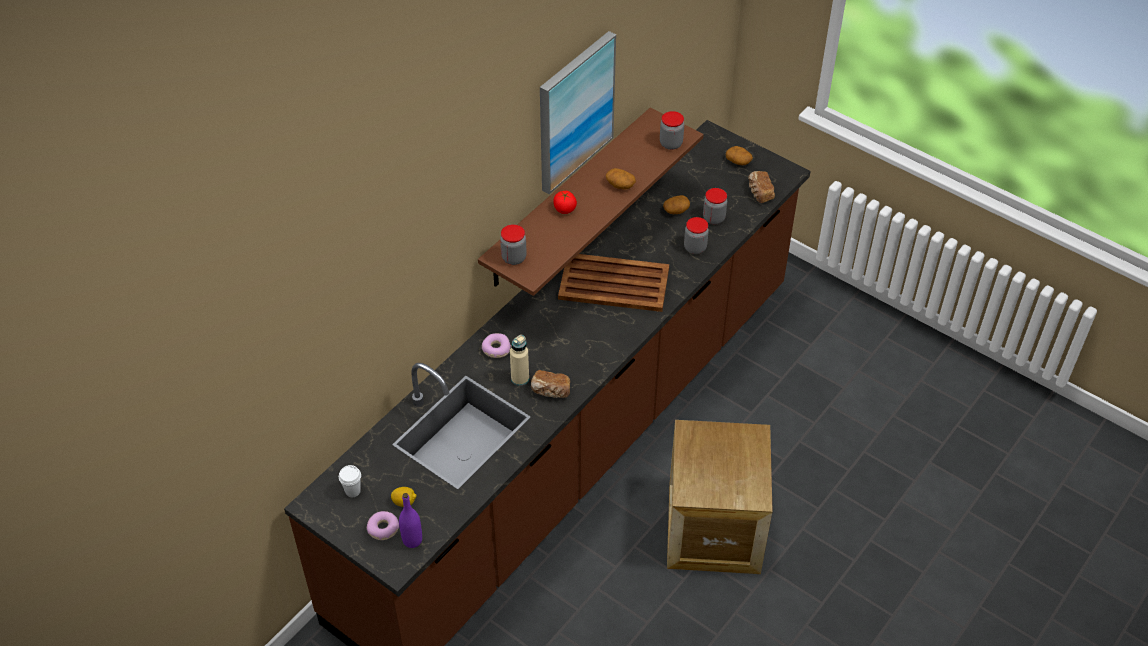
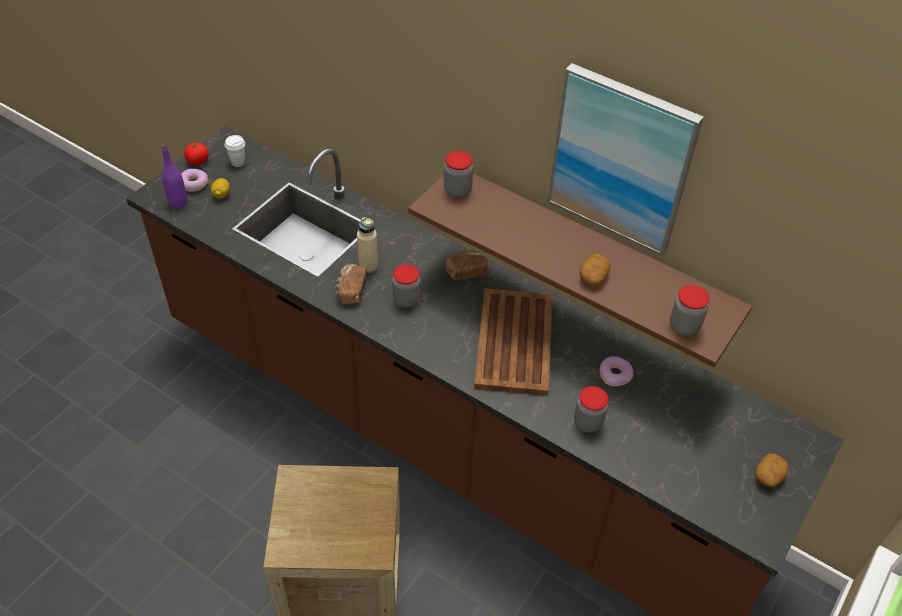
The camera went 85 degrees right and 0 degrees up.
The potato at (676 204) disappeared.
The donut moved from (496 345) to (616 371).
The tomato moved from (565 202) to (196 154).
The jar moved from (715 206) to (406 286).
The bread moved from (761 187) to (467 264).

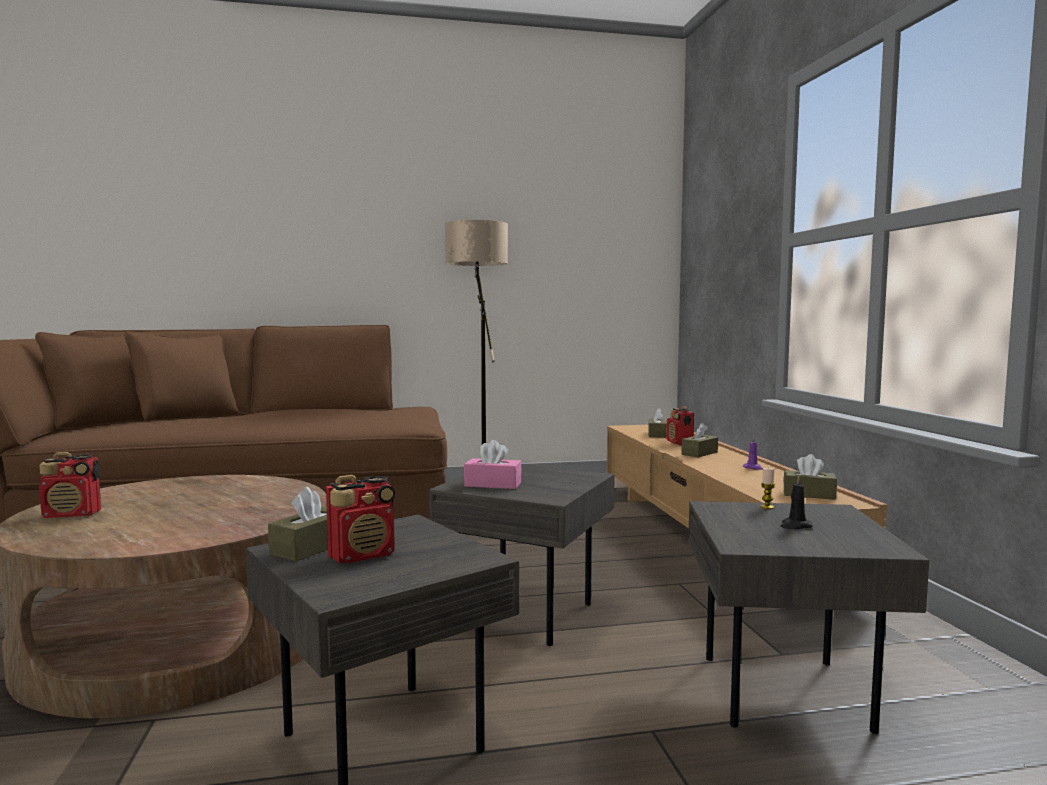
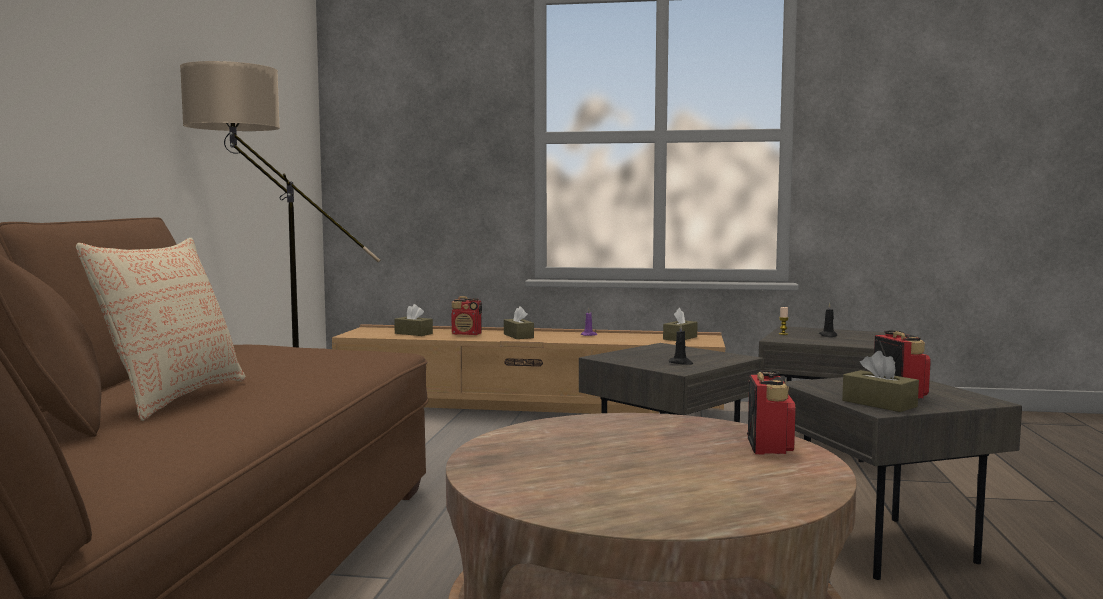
The camera went 70 degrees left and 0 degrees up.
The beige pillow at (161 329) appeared.
The radio moved from (70 485) to (771 412).
The pink tissue box at (492 464) was replaced by the black candle at (681 344).

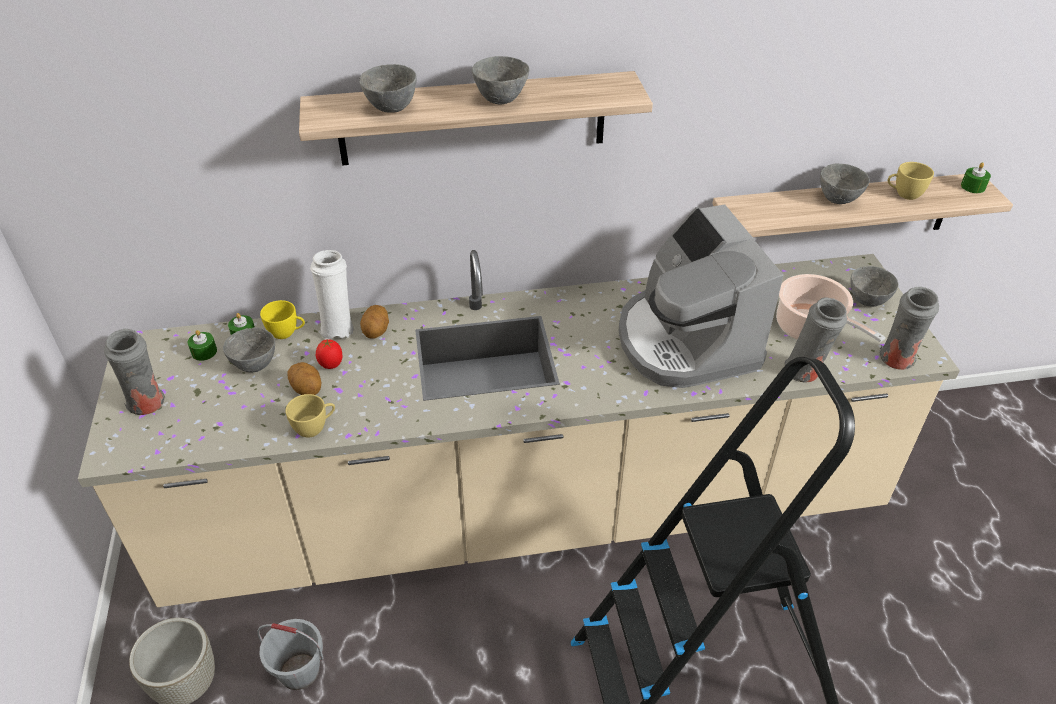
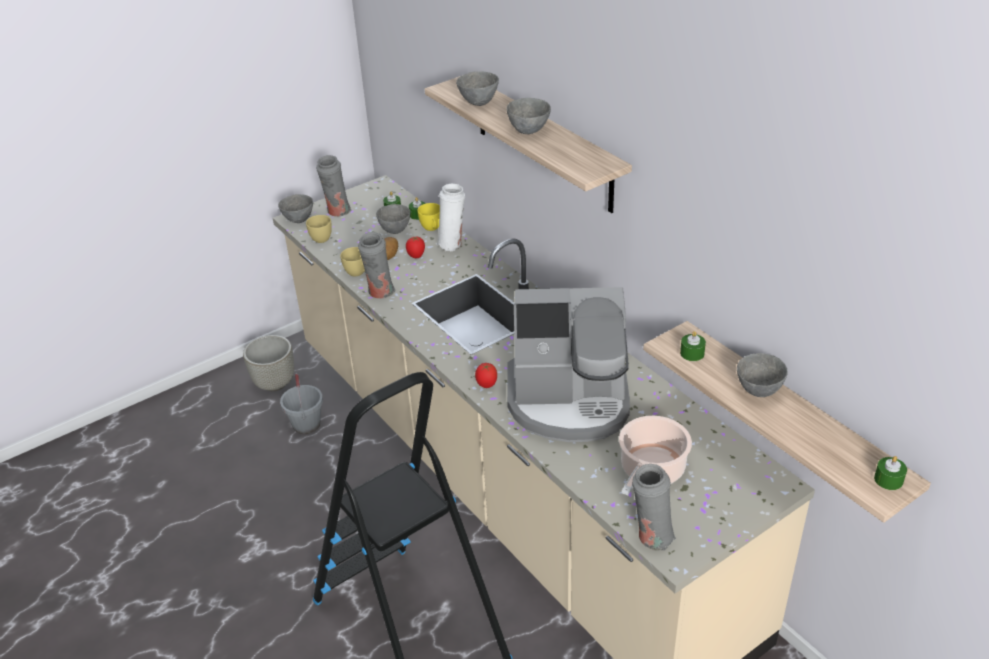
The camera went 65 degrees right and 5 degrees down.
The potato at (374 322) disappeared.
The tomato at (486 375) appeared.
The green candle at (693 346) appeared.
The grey vase moved from (815 340) to (377 265).
The grey bowl moved from (874 286) to (295 208).
The yellow cup moved from (910 181) to (319 229).
The coffee machine at (700 296) turned 135 degrees counterclockwise.

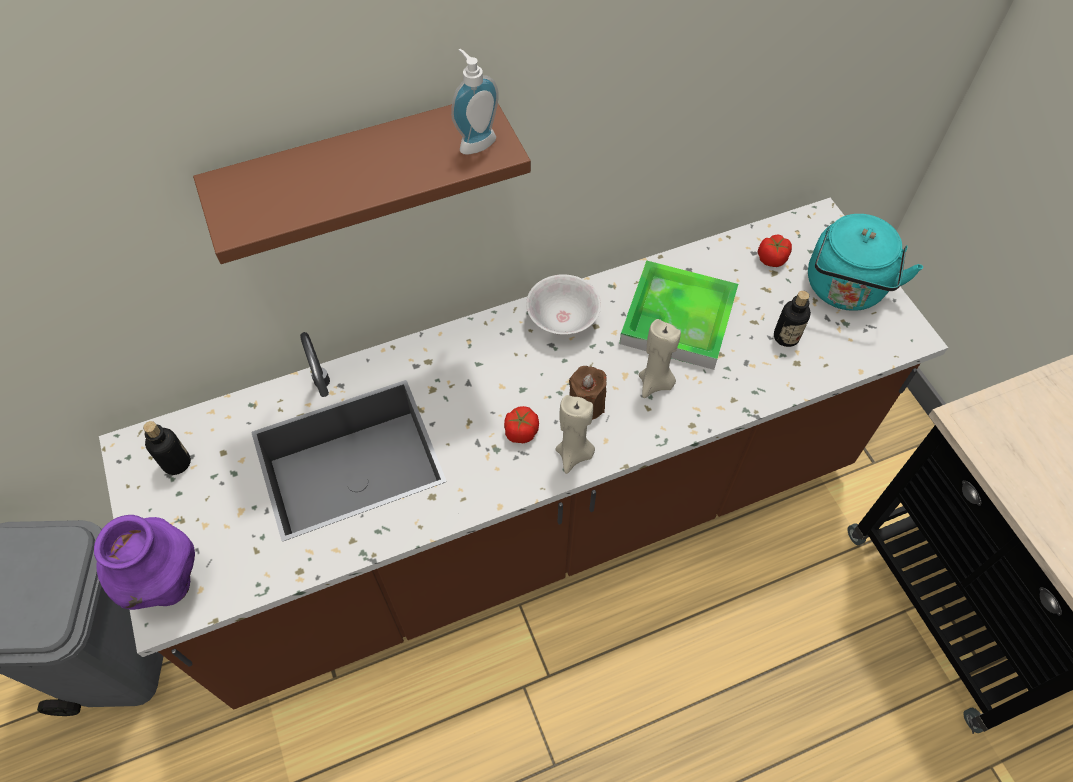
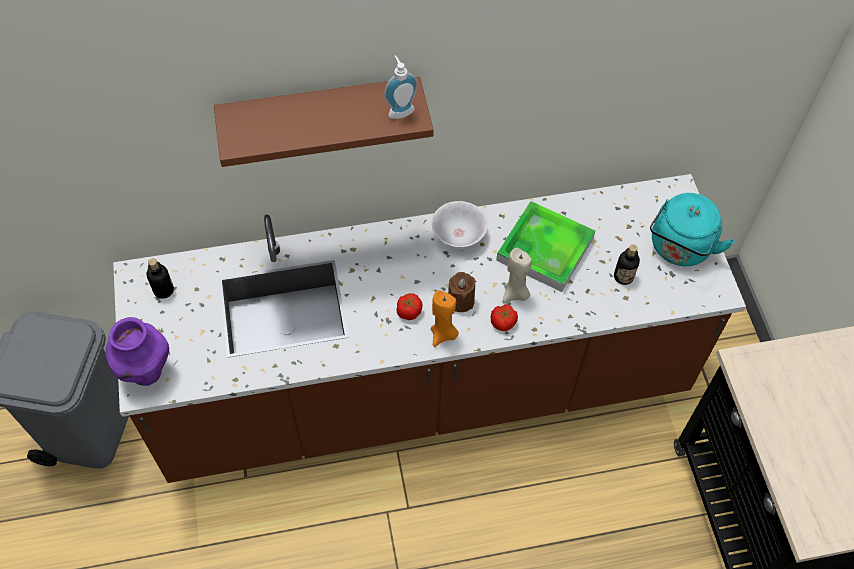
The camera went 10 degrees right and 0 degrees up.
The tomato moved from (775 250) to (504 317).
The beige candle at (575 434) became the orange candle at (444 318).

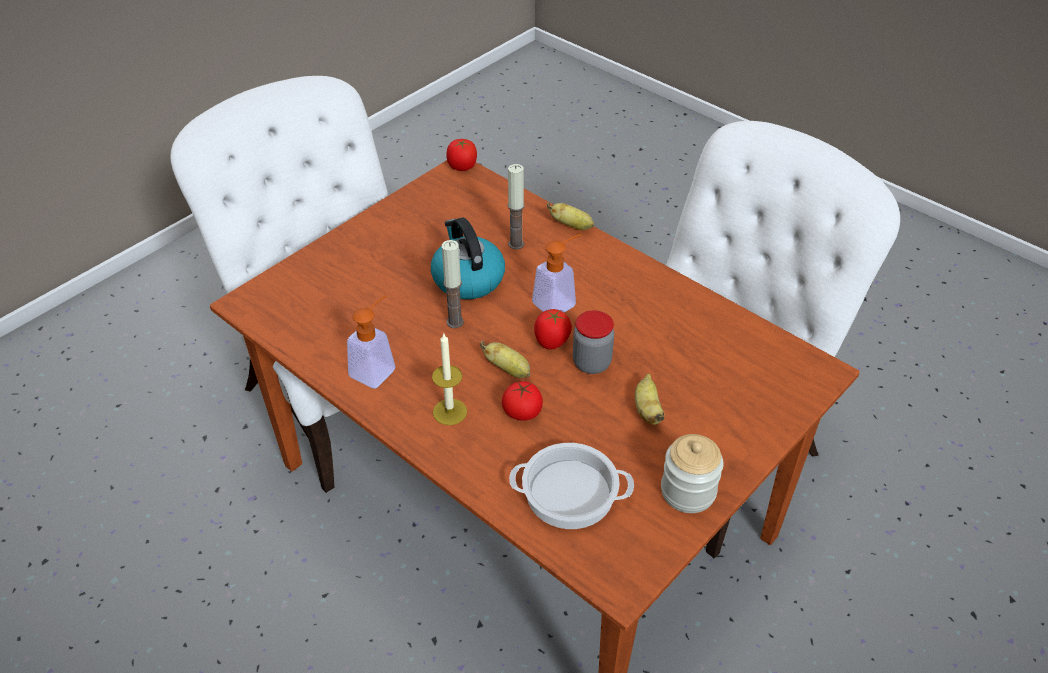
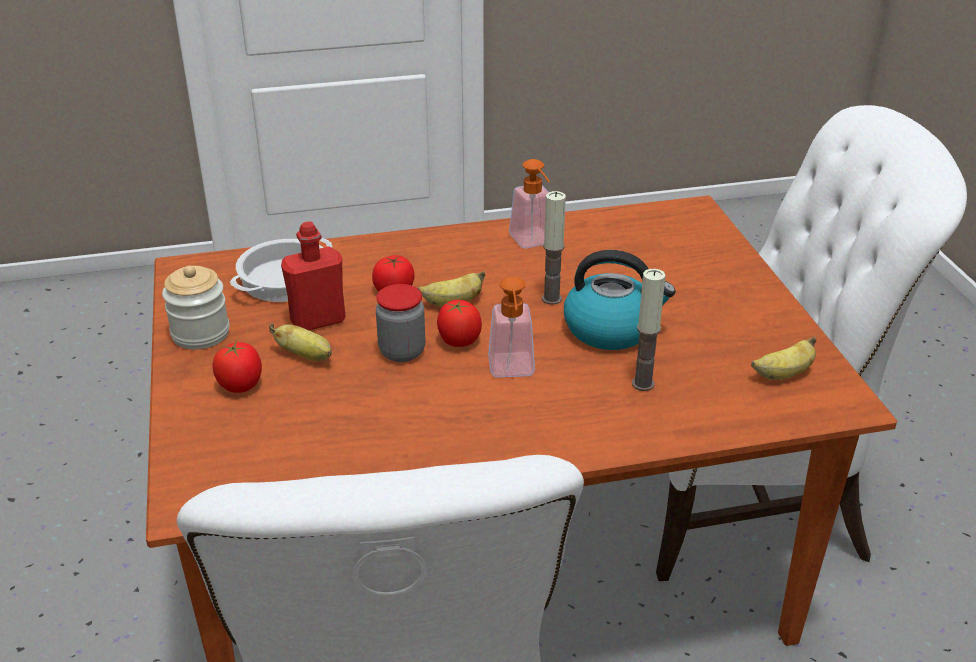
The camera went 125 degrees right and 10 degrees down.
The candle at (449 378) disappeared.
The red bottle at (313 275) appeared.
The tomato moved from (461 155) to (237 367).
The banana moved from (571 216) to (783 358).

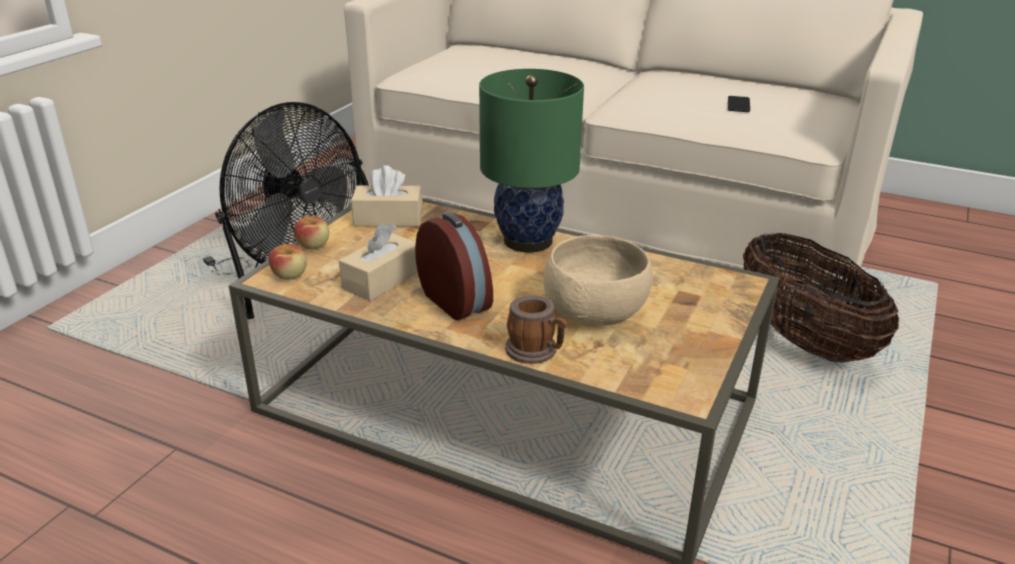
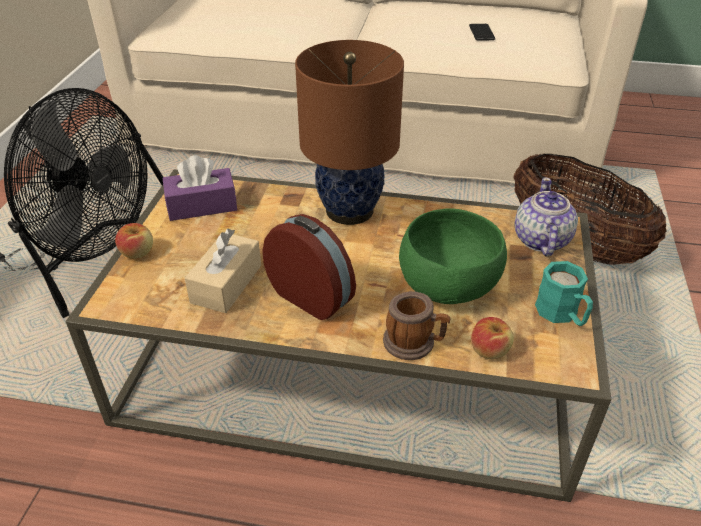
The camera went 15 degrees left and 10 degrees up.
The teapot at (546 217) appeared.
The turquoise mug at (564 293) appeared.
The apple moved from (288 262) to (492 338).
The beige tissue box at (387 196) became the purple tissue box at (200 188).
The green table lamp at (531 161) became the brown table lamp at (349 132).
The beige bowl at (598 280) became the green bowl at (453 256).

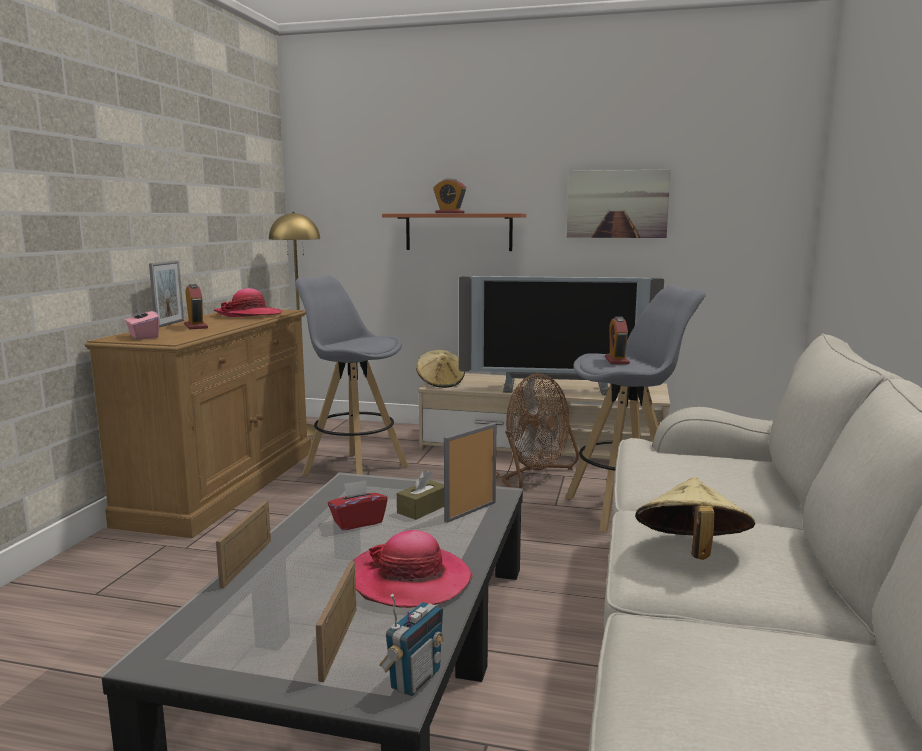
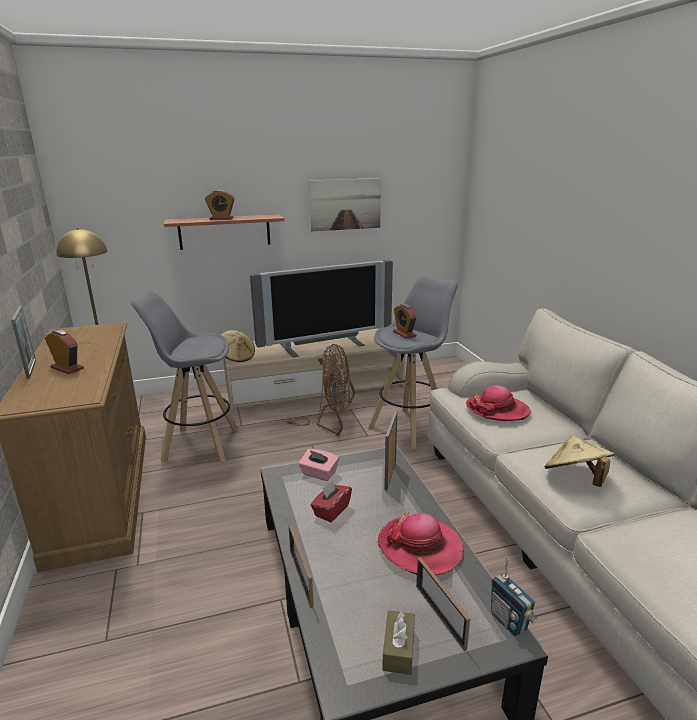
The camera went 30 degrees left and 10 degrees up.
The pink tissue box moved from (142 322) to (318 465).
The hat moved from (247 302) to (498 403).
The brown tissue box moved from (420 495) to (398 642).
The radio at (411 645) turned 150 degrees clockwise.

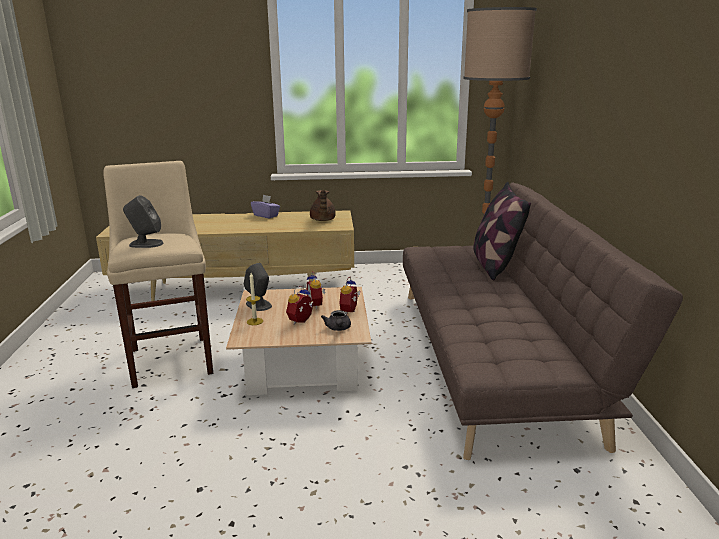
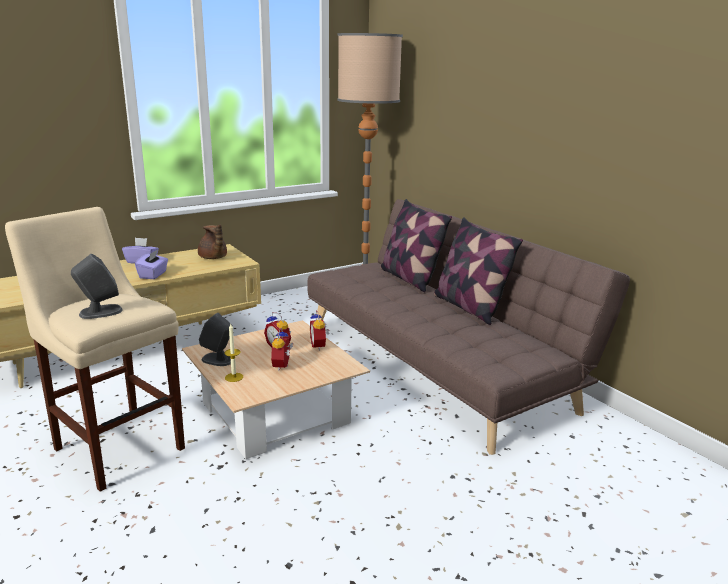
The camera went 30 degrees left and 0 degrees up.
The grey teapot at (336 320) disappeared.
The purple tissue box at (151 264) appeared.
The pillow at (478 271) appeared.

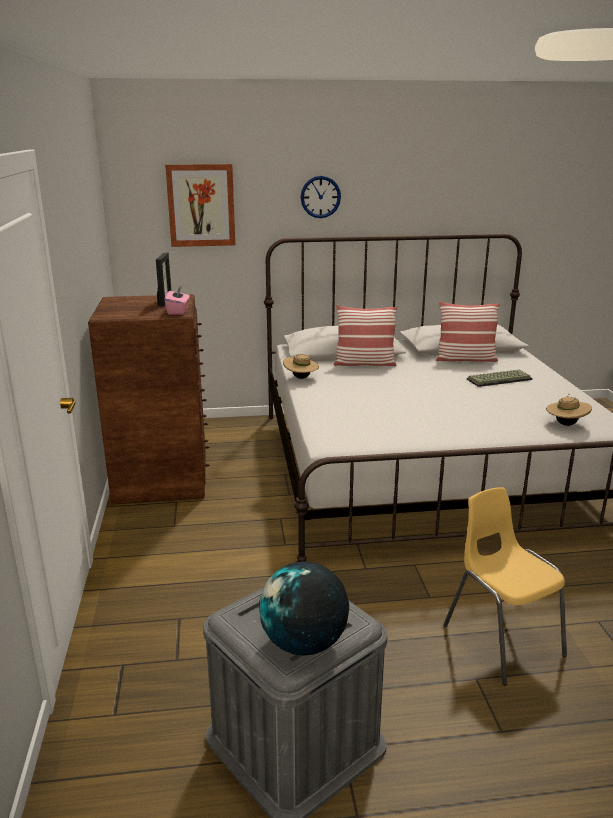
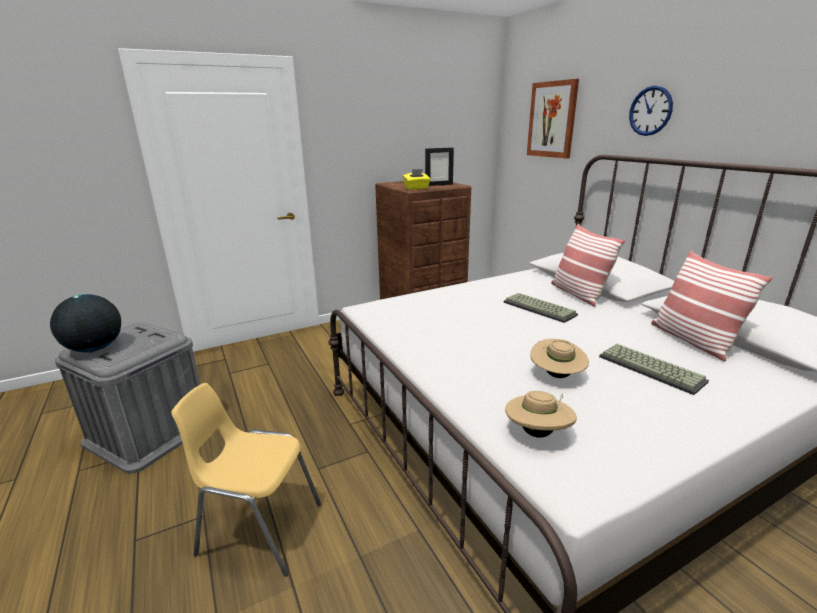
The camera went 70 degrees right and 0 degrees up.
The keyboard at (541 308) appeared.
The beige hat moved from (301 366) to (559 358).
The pink tissue box at (177 300) became the yellow tissue box at (417 179).
The yellow chair at (505 586) turned 120 degrees counterclockwise.

